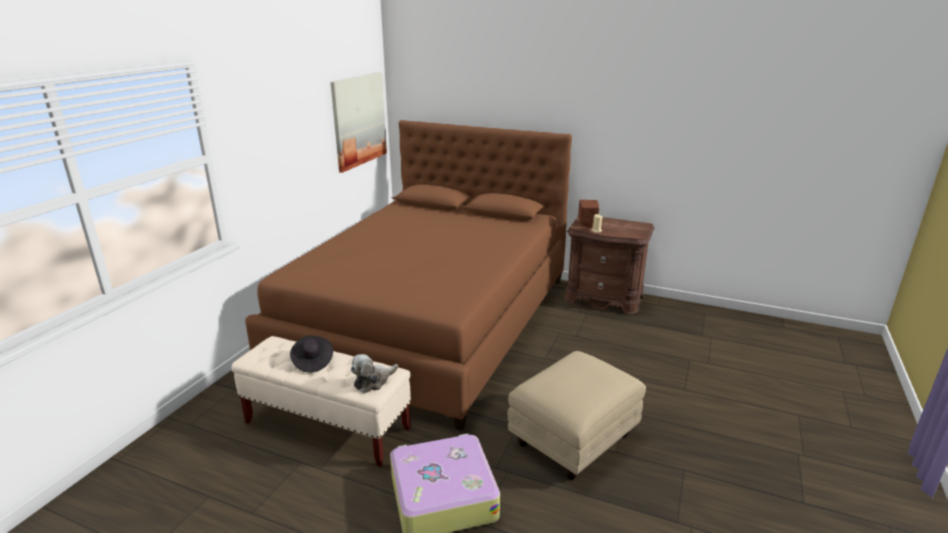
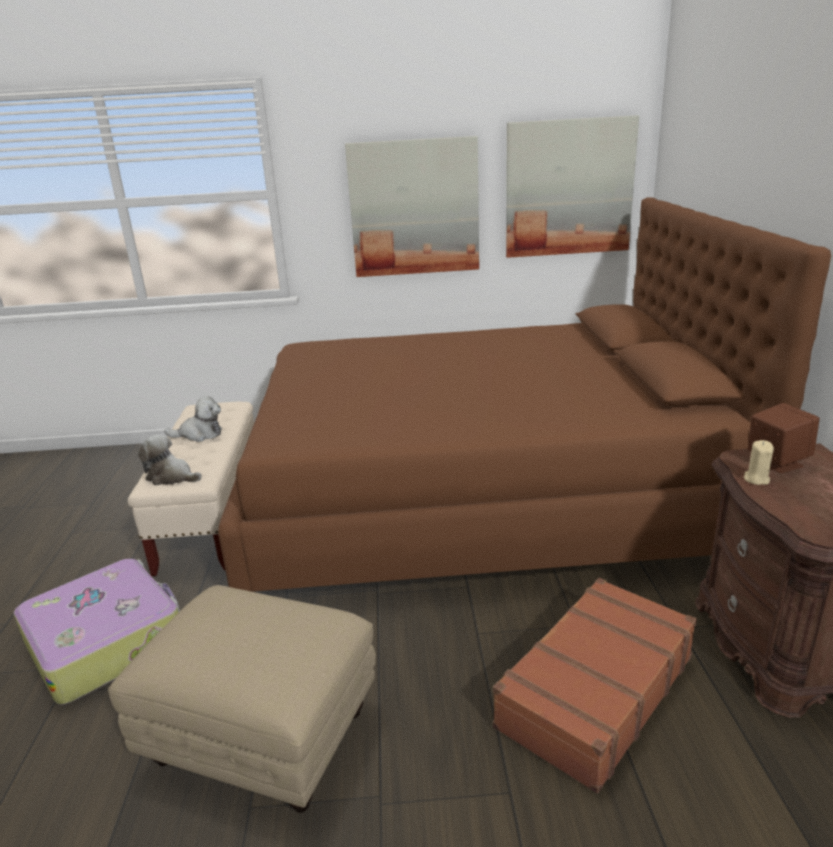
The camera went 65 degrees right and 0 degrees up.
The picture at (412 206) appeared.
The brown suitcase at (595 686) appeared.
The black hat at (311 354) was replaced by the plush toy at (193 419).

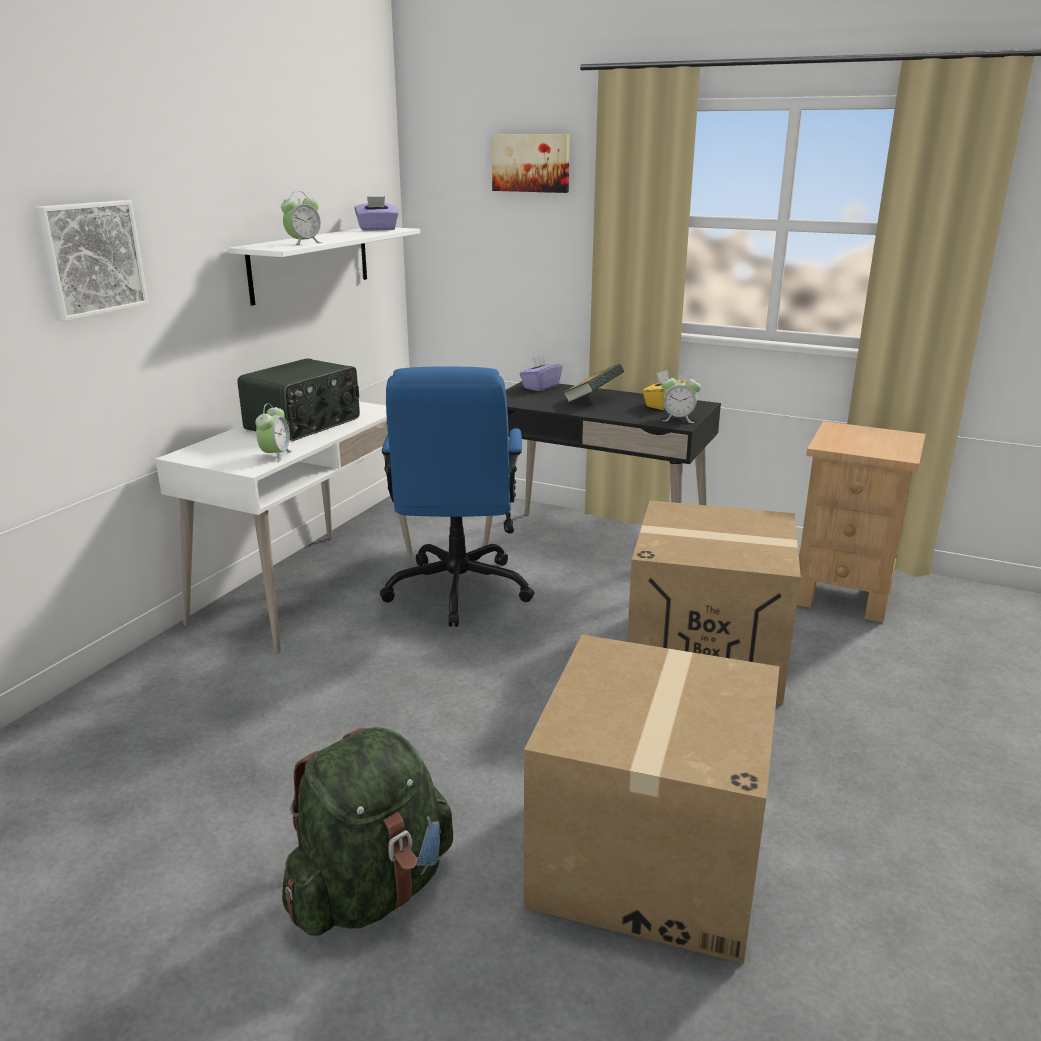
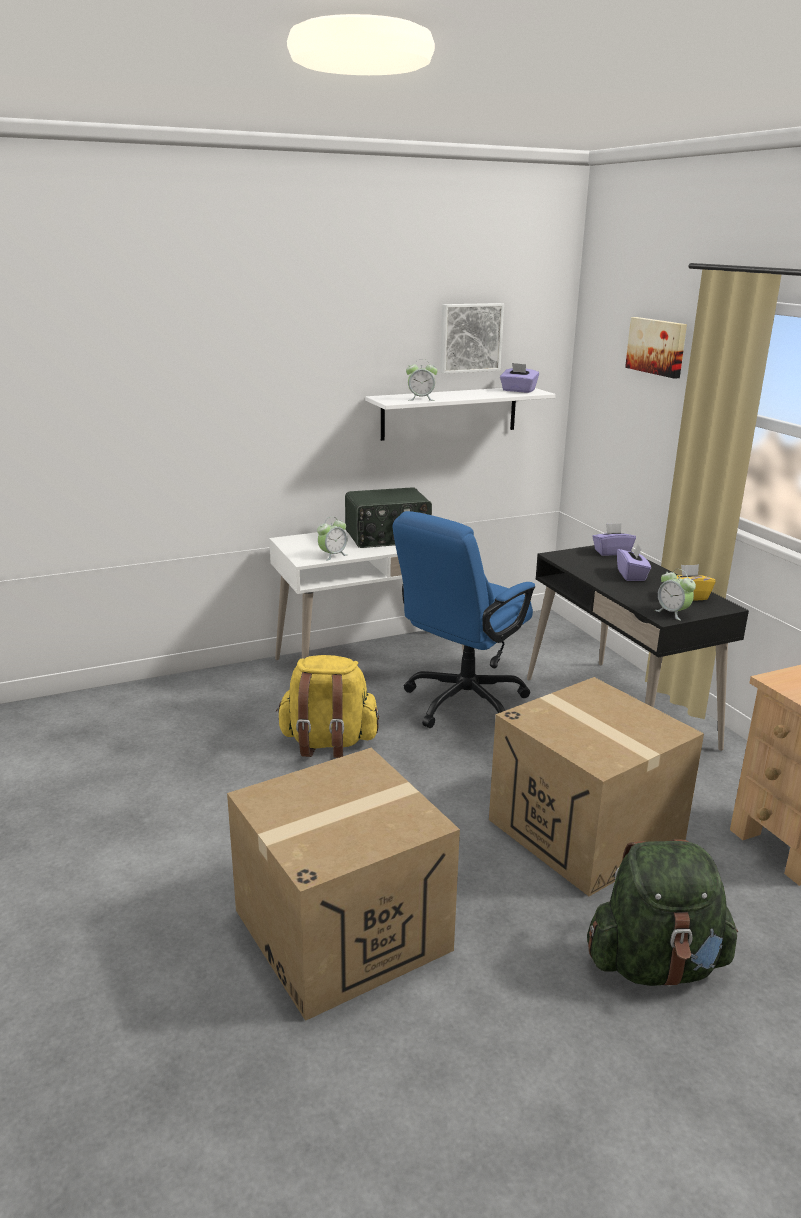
The camera went 40 degrees right and 0 degrees up.
The yellow backpack at (327 706) appeared.
The picture moved from (91 260) to (472 338).
The green backpack moved from (367 831) to (662 913).
The book at (593 383) was replaced by the purple tissue box at (634 563).

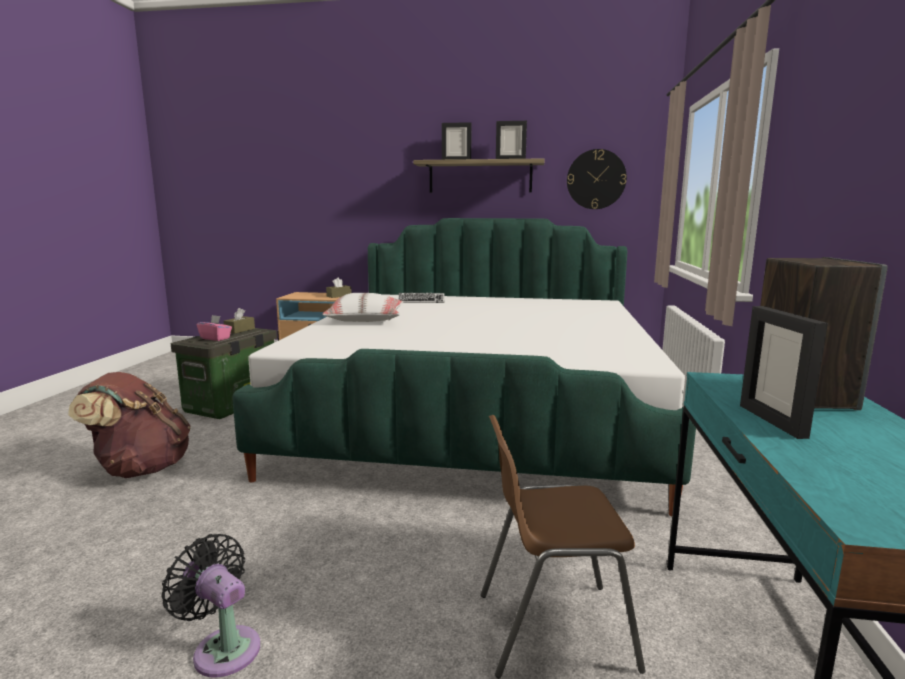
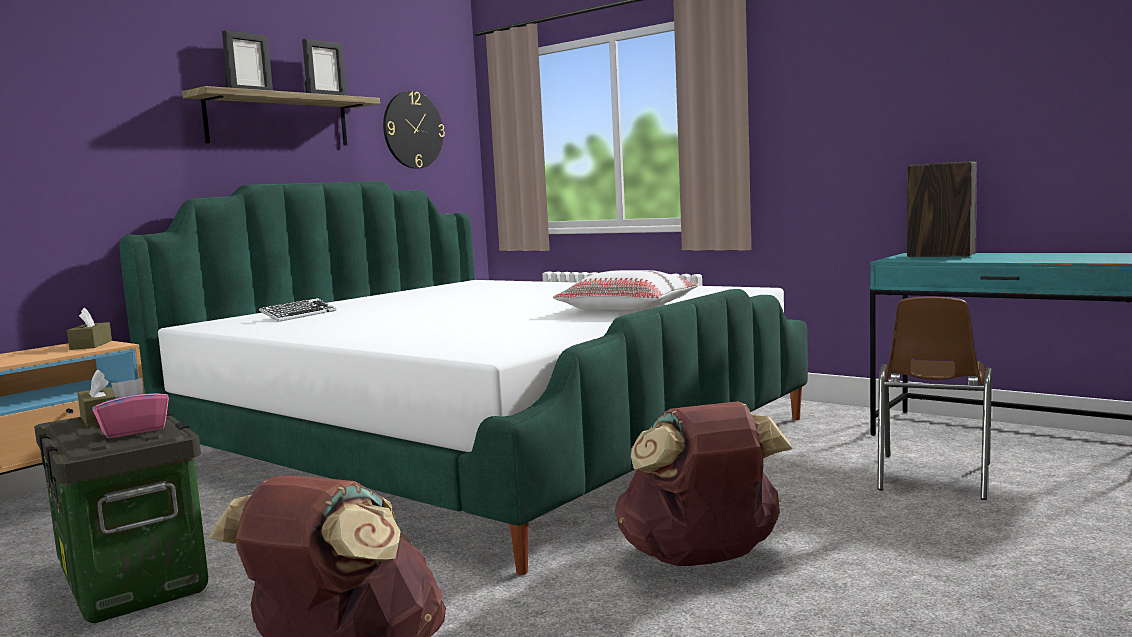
The camera went 60 degrees left and 5 degrees down.
The black fan at (210 606) disappeared.
The picture frame at (784 372) disappeared.
The brown backpack at (704 483) appeared.
The white pillow moved from (363 307) to (626 290).

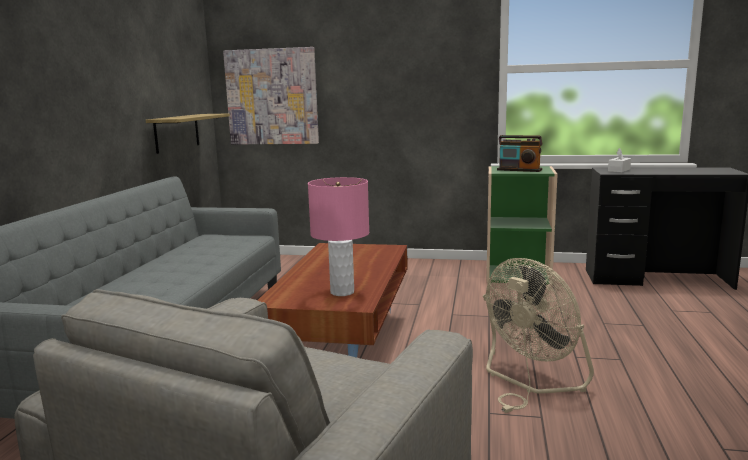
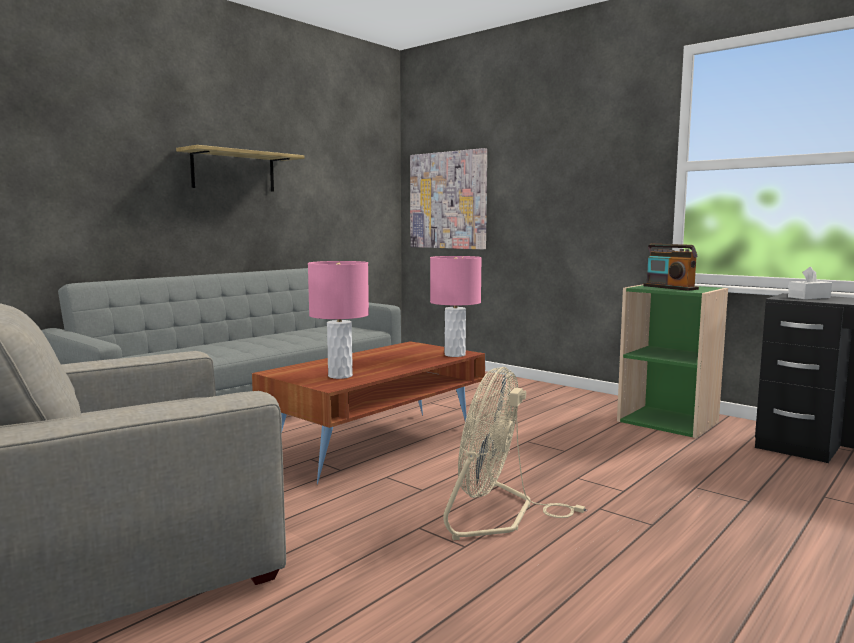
The camera went 30 degrees right and 5 degrees down.
The pink table lamp at (456 306) appeared.
The shelf moved from (188 133) to (240 168).
The beige fan at (538 335) turned 150 degrees counterclockwise.

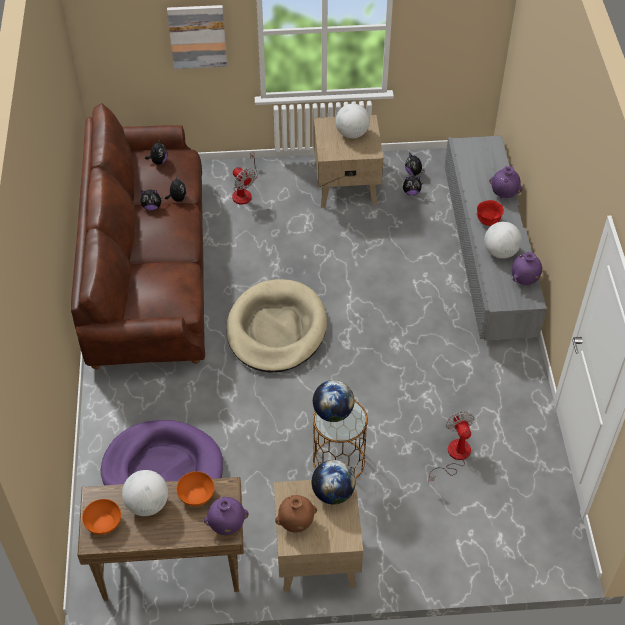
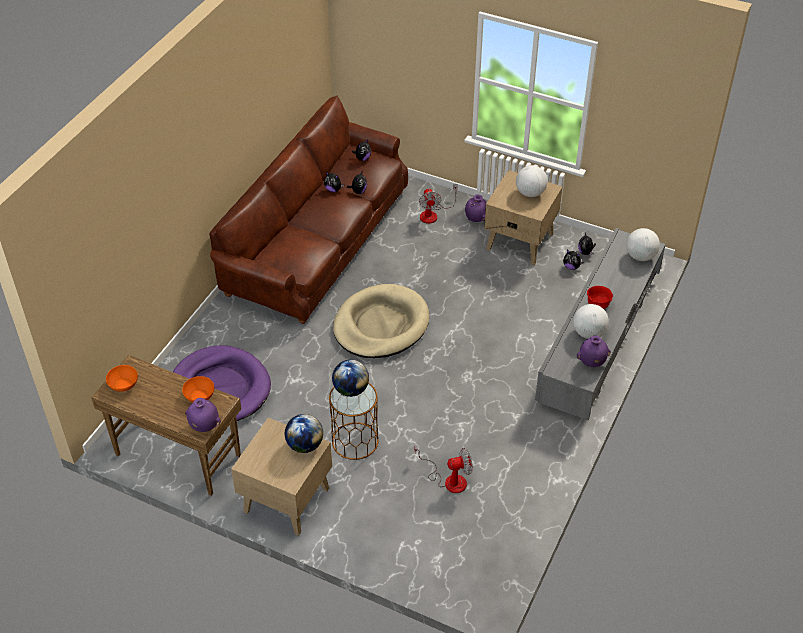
The camera went 30 degrees right and 5 degrees down.
The picture at (197 37) disappeared.
The brown vase at (296 514) disappeared.
The globe moved from (145 493) to (643 244).
The purple vase moved from (505 182) to (476 208).
The fan at (451 446) turned 60 degrees clockwise.

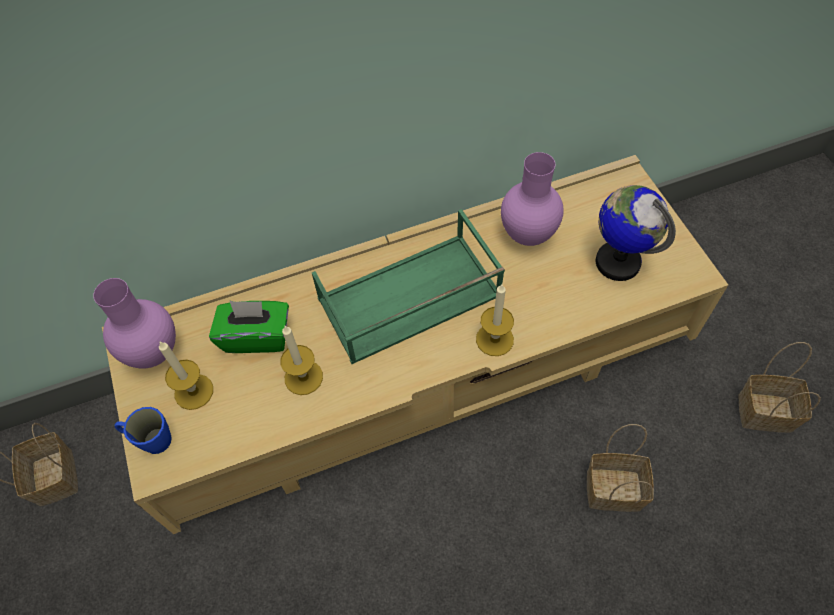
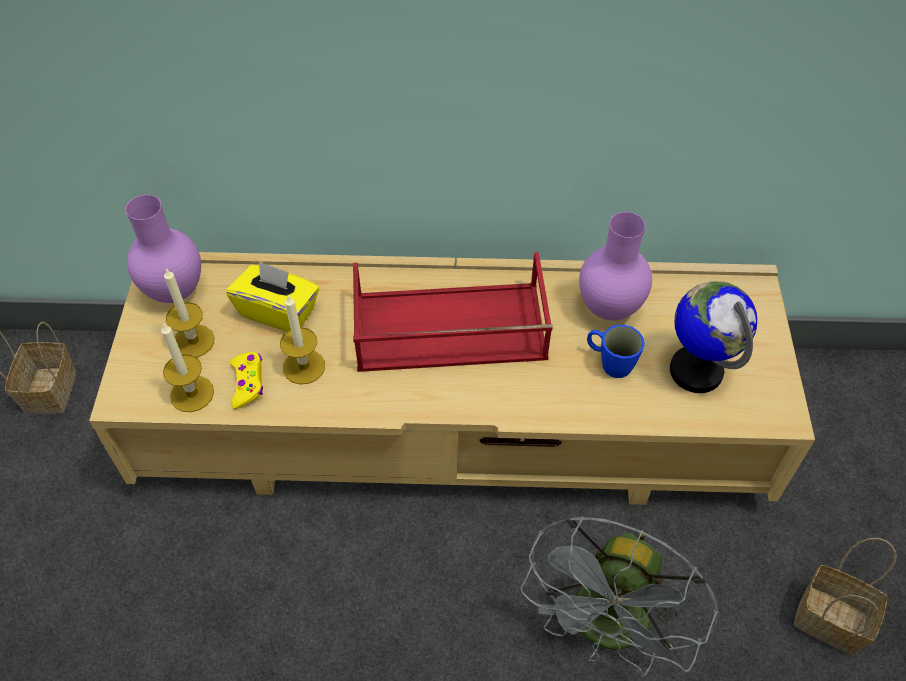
The camera went 20 degrees right and 5 degrees down.
The yellow game controller at (246 380) appeared.
The blue mug moved from (143 430) to (616 351).
The candle moved from (495 320) to (187 367).
The basket at (620 468) was replaced by the grey fan at (619 596).
The green tissue box at (249 326) became the yellow tissue box at (272 296).
The green tray at (408 286) became the red tray at (453 312).

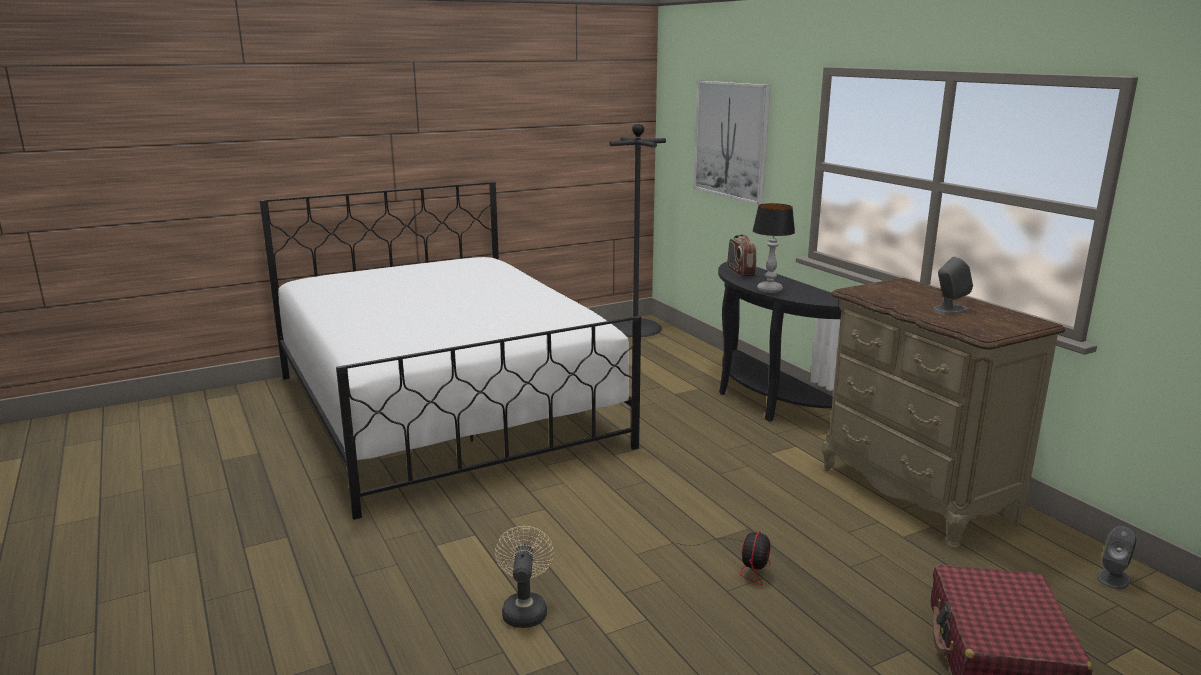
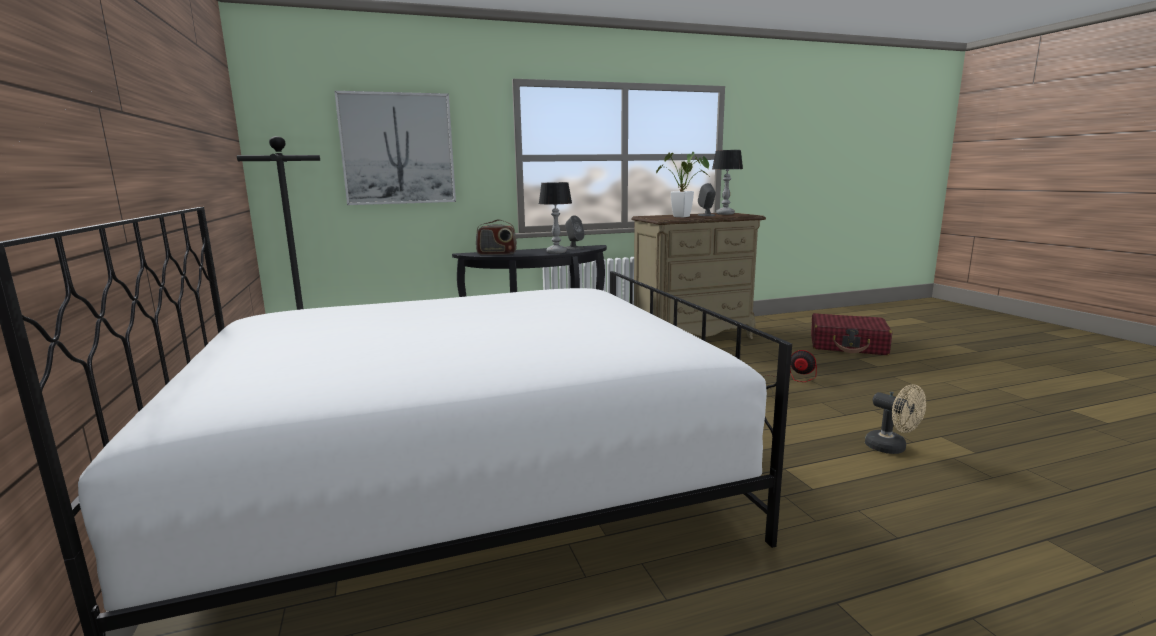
The camera went 80 degrees left and 5 degrees down.
The potted plant at (682 184) appeared.
The table lamp at (727 182) appeared.
The grey speaker moved from (1116 558) to (575 232).
The beige fan at (524 577) turned 135 degrees counterclockwise.

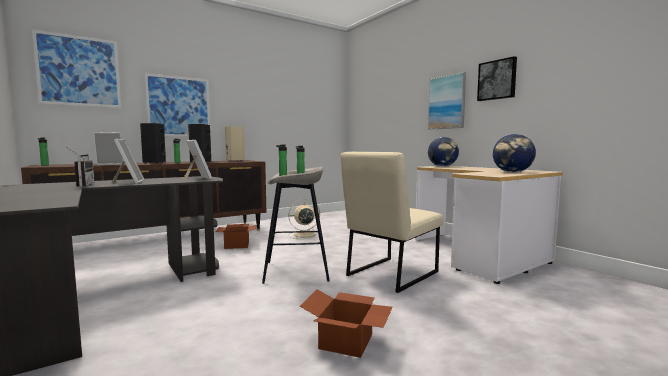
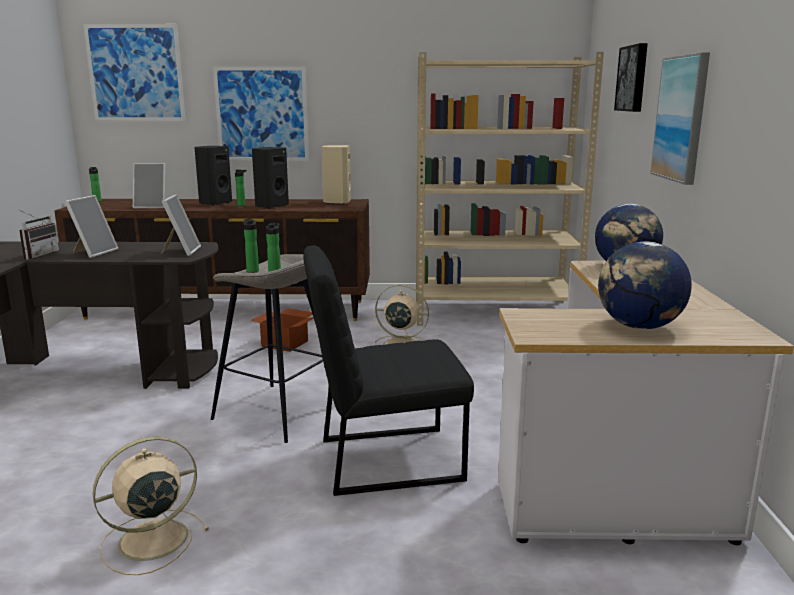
The camera went 35 degrees right and 10 degrees up.
The beige bookcase at (510 189) appeared.
The picture moved from (497 78) to (631 77).
The cardboard box at (346 323) was replaced by the beige fan at (151 506).
The beige chair at (391 222) became the black chair at (388 370).

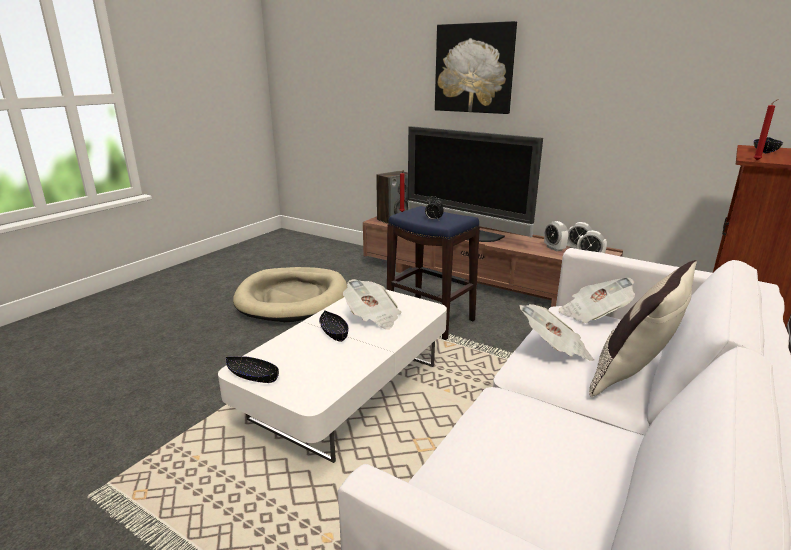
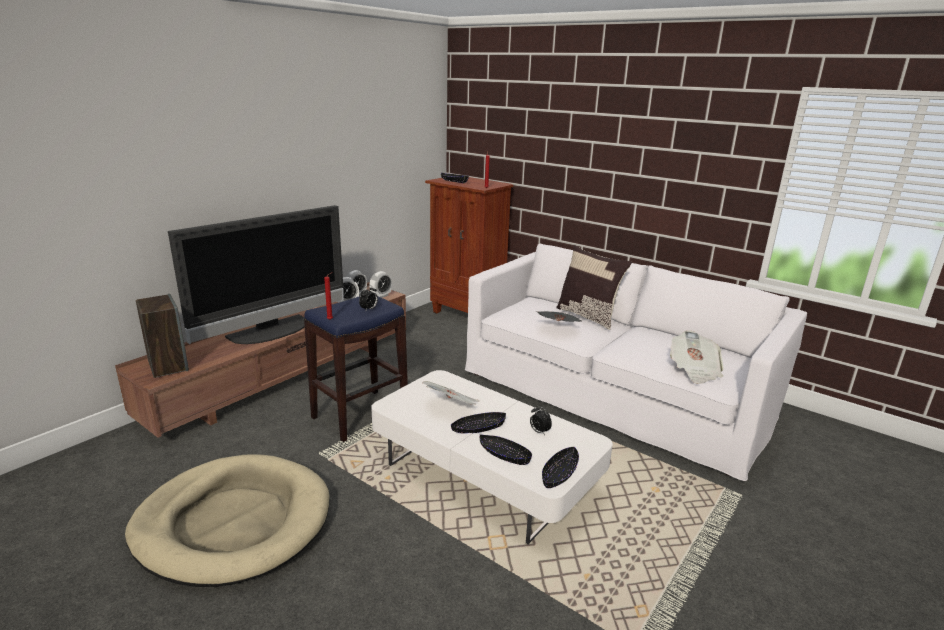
The camera went 85 degrees left and 0 degrees up.
The picture at (476 67) disappeared.
The black bowl at (506 449) appeared.
The alarm clock at (541 420) appeared.
The newspaper moved from (597 300) to (696 357).

